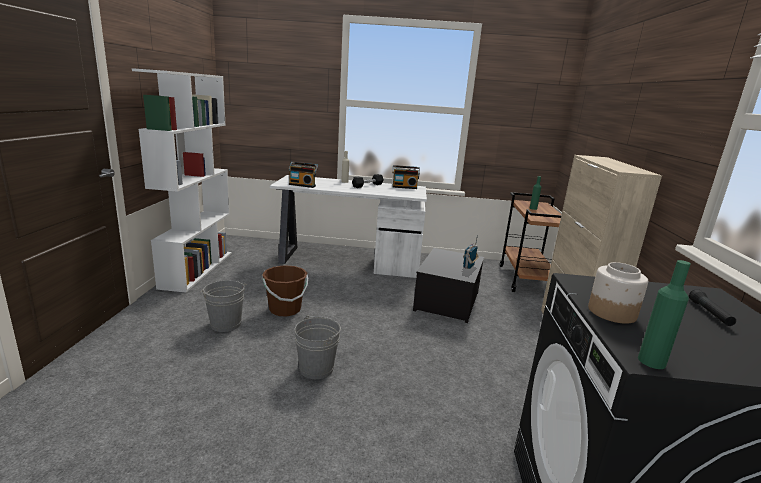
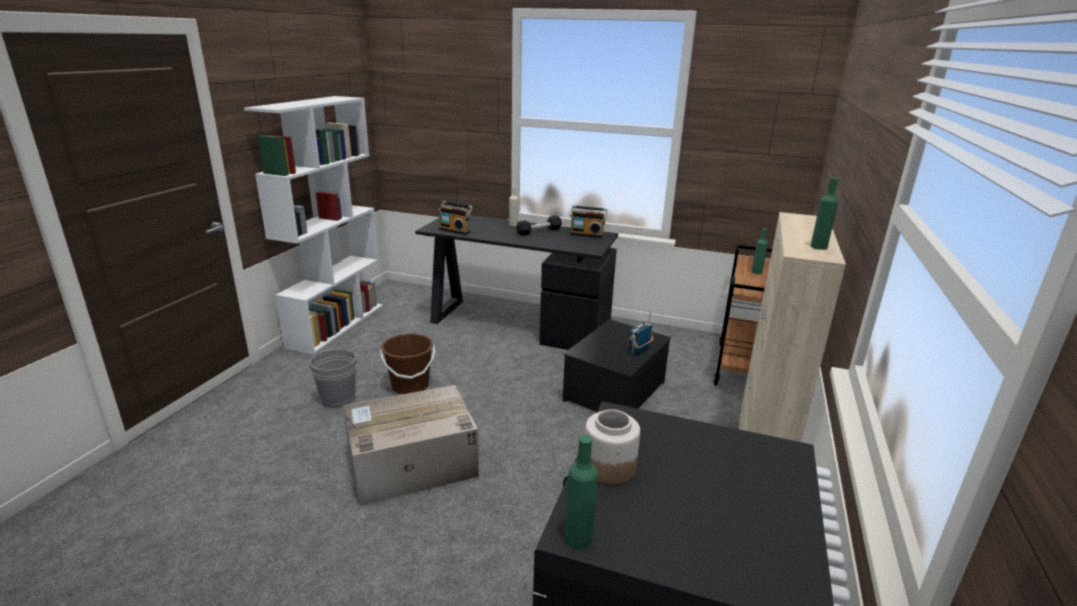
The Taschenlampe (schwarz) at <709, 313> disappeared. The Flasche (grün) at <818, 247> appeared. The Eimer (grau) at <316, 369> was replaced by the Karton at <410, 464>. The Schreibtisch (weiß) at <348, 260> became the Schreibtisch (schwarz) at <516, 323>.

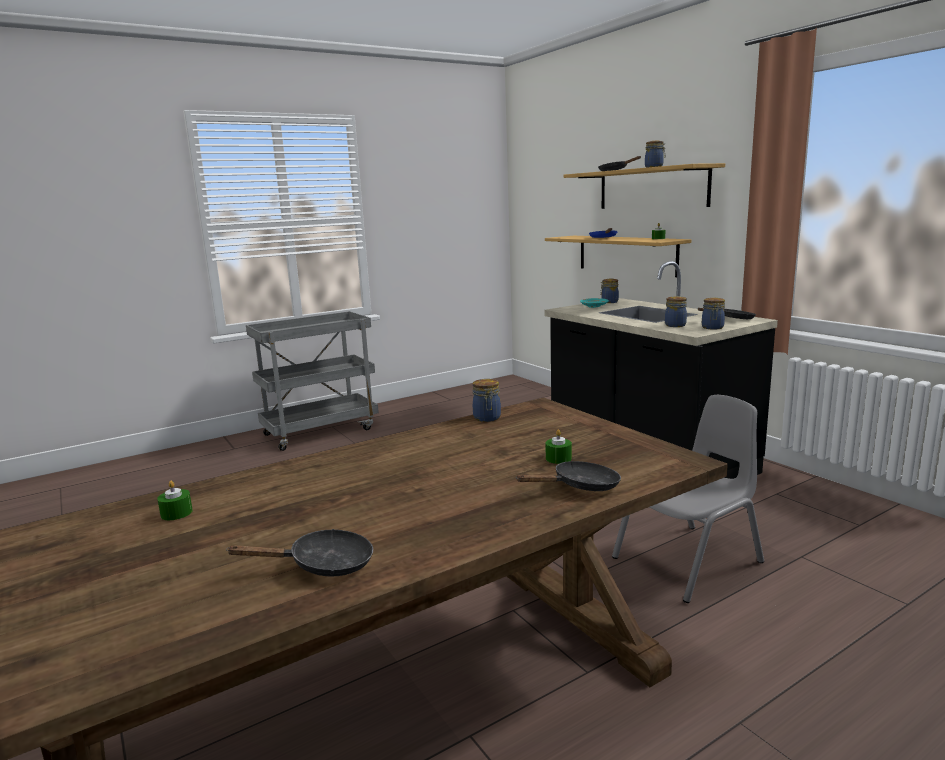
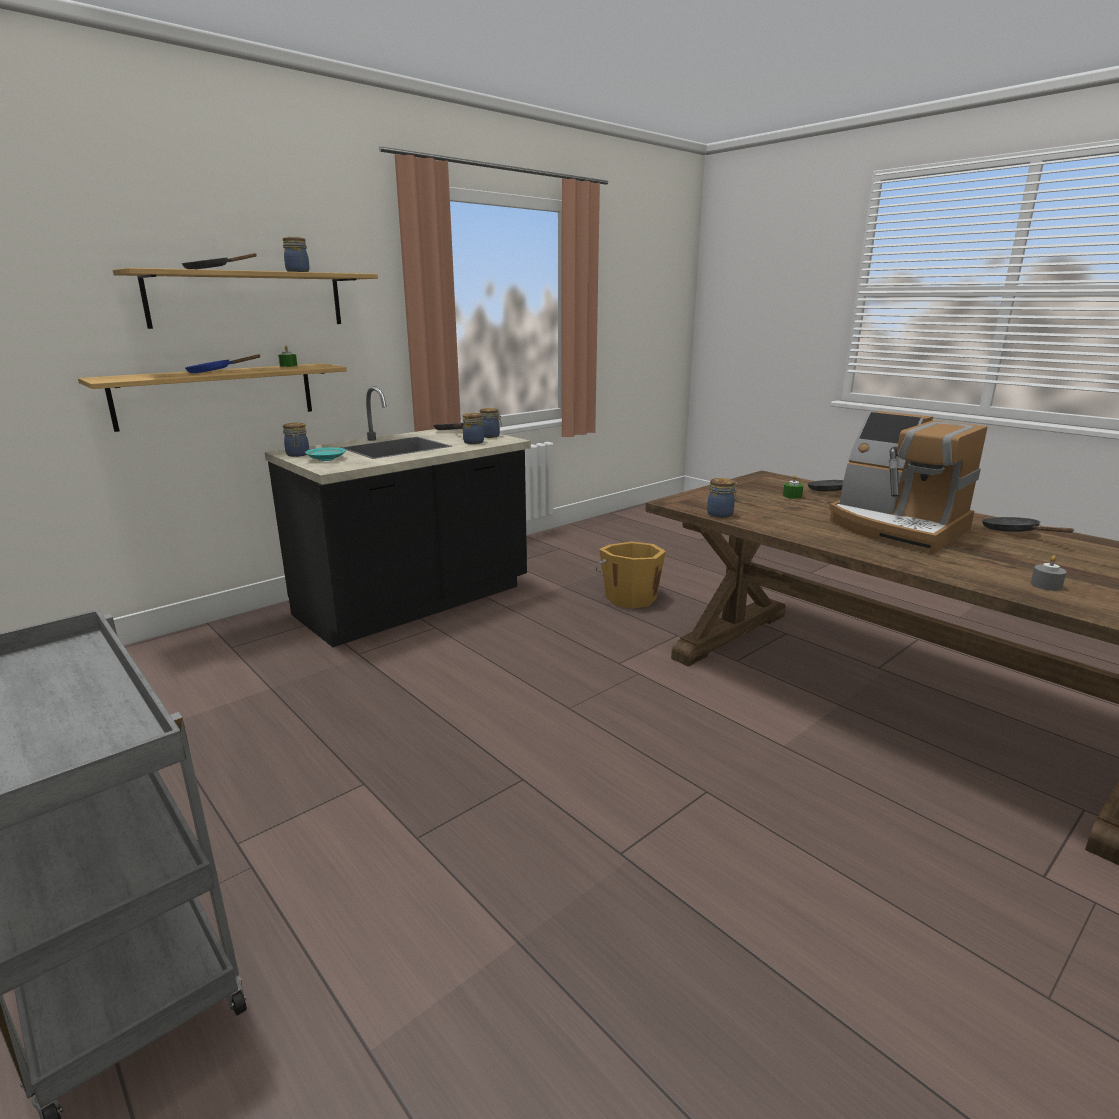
The Kaffeemaschine at <896, 528> appeared. The Stuhl (grau) at <689, 561> was replaced by the Eimer (orange) at <630, 598>. The Kerze (grün) at <176, 513> became the Kerze (grau) at <1046, 585>.

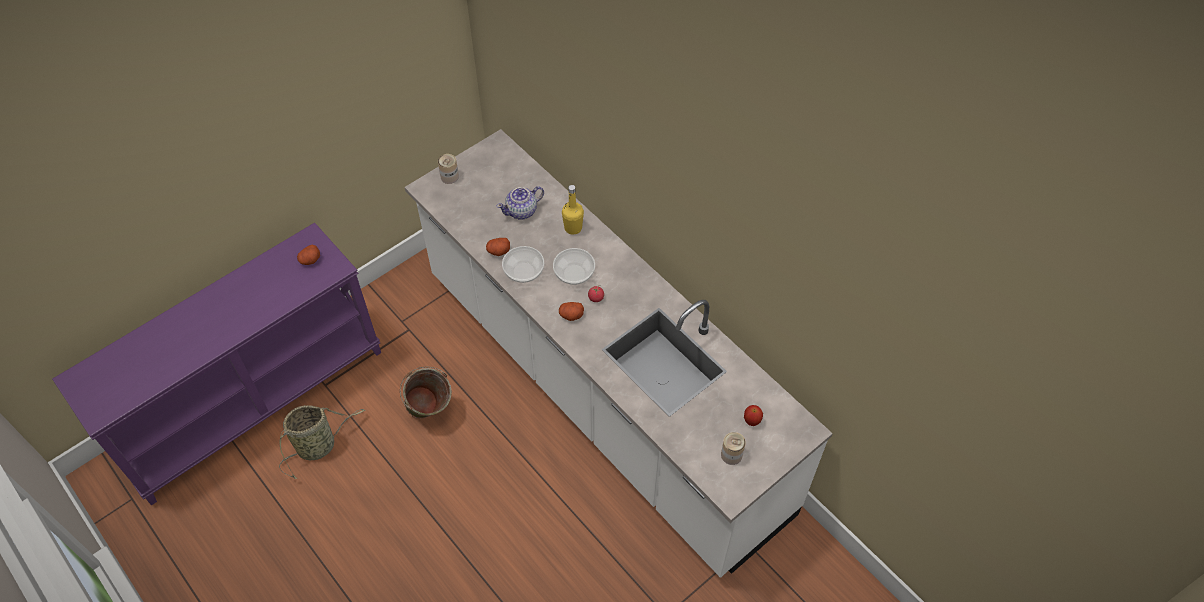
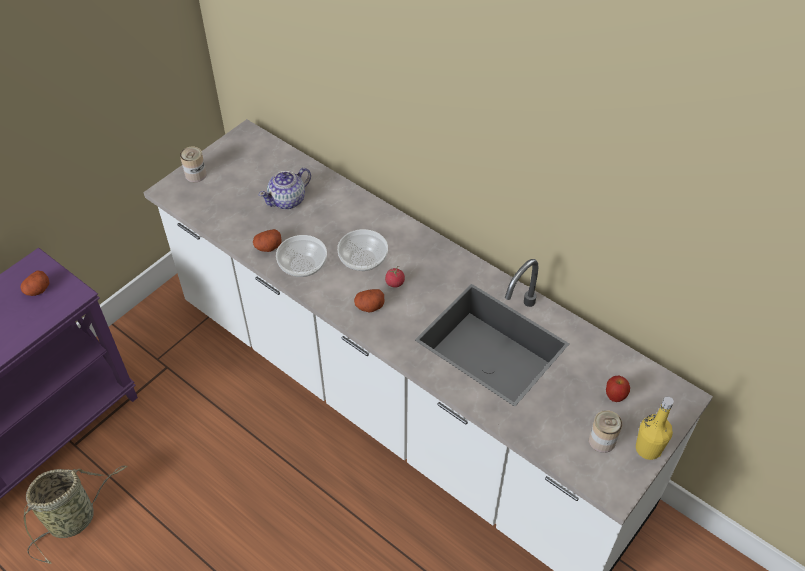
The Eimer (grün) at <430, 413> disappeared. The Flasche (gelb) moved from <573, 228> to <648, 449>.

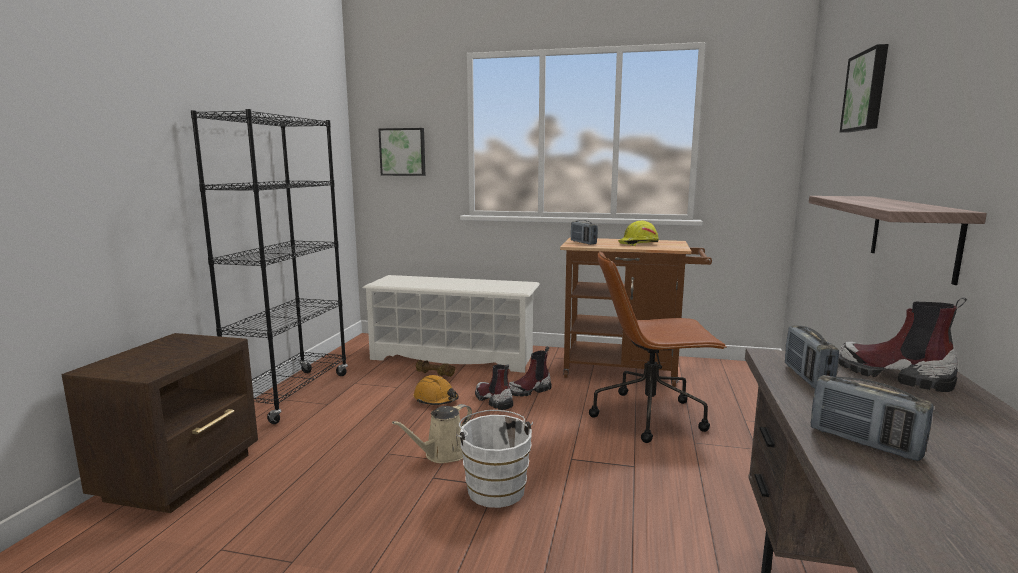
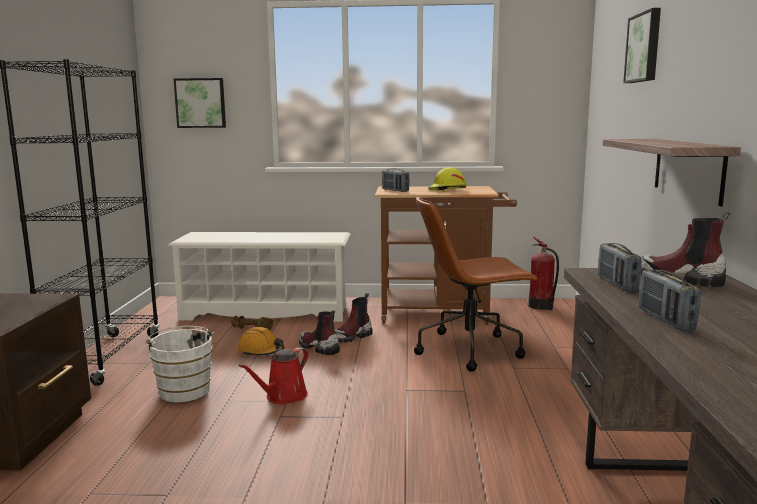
The Feuerlöscher at <541, 306> appeared. The Eimer (weiß) moved from <495, 488> to <184, 389>. The Gießkanne (beige) at <442, 454> became the Gießkanne (rot) at <283, 397>. The Radio at <864, 442> turned 45 degrees clockwise.

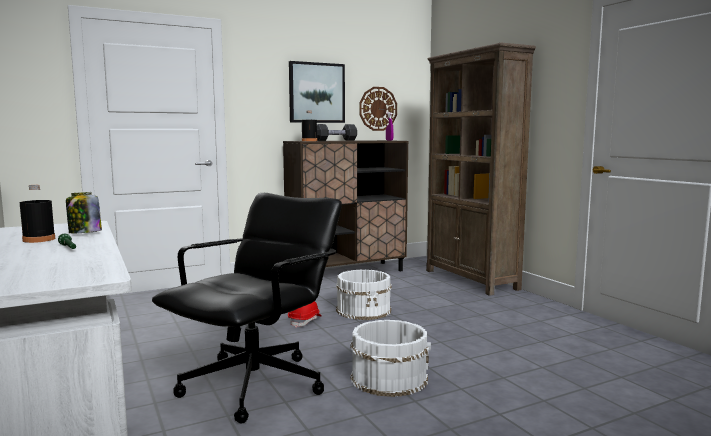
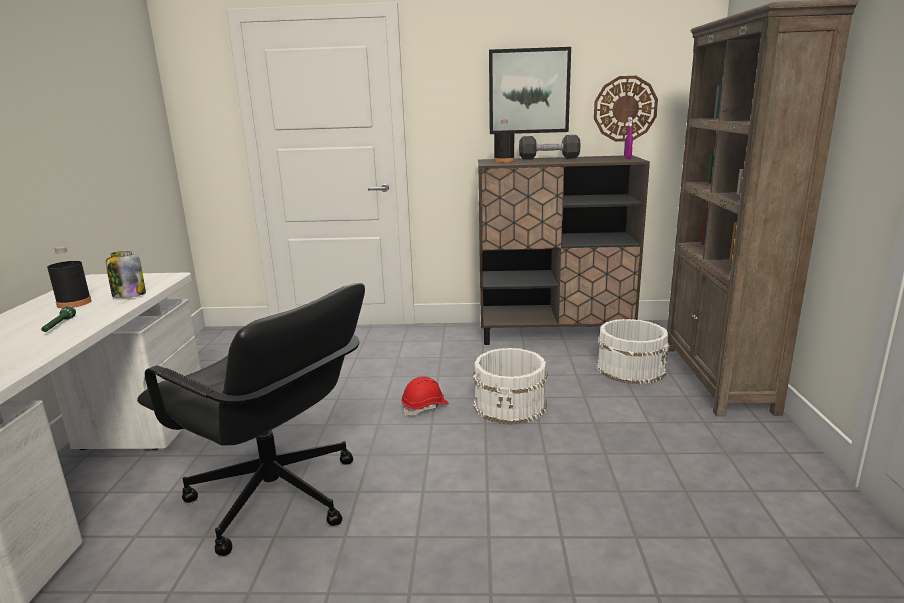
The Eimer (weiß) moved from <389, 378> to <631, 369>. The Bürostuhl (schwarz) at <256, 385> turned 60 degrees clockwise.

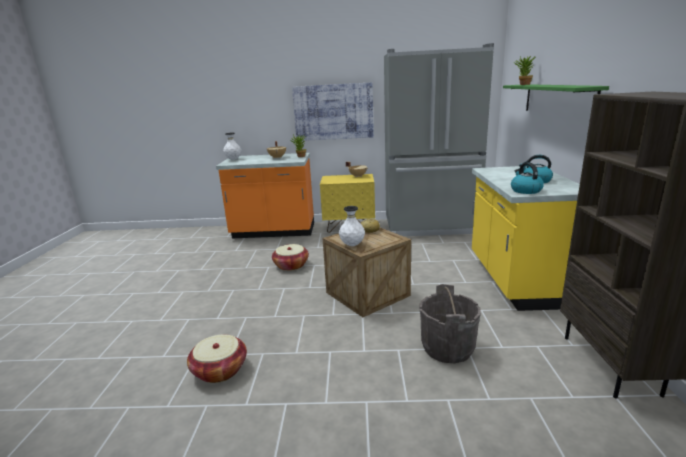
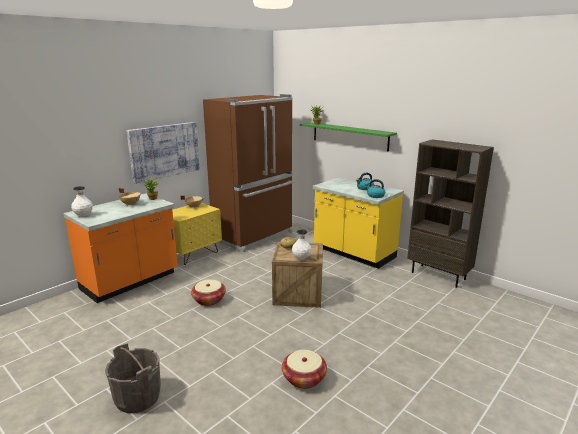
The Eimer (grau) moved from <448, 348> to <138, 397>. The Kühlschrank (grau) at <431, 227> became the Kühlschrank (braun) at <254, 236>.

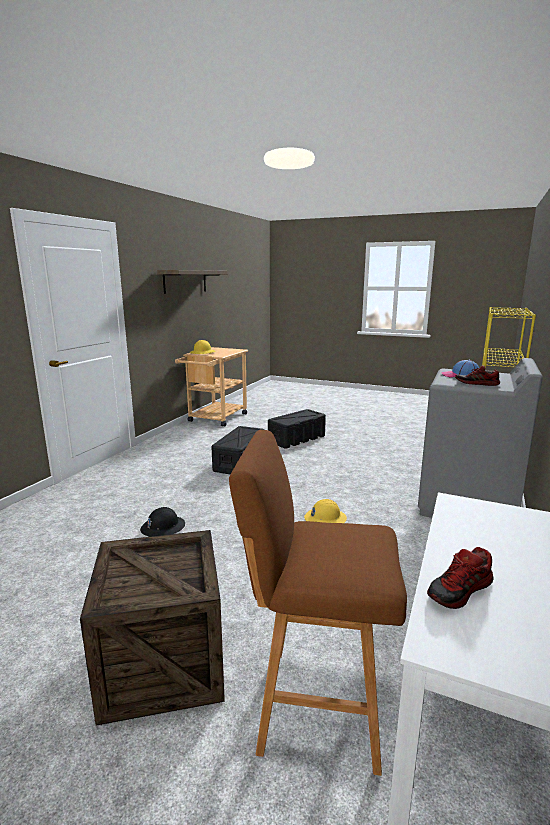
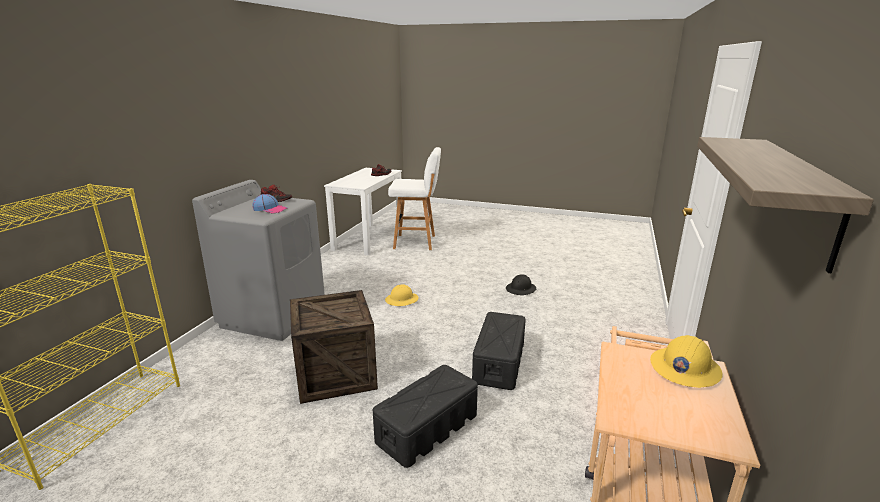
The Kiste moved from <163, 663> to <335, 374>. The Hocker (braun) at <315, 704> became the Hocker (weiß) at <416, 242>.

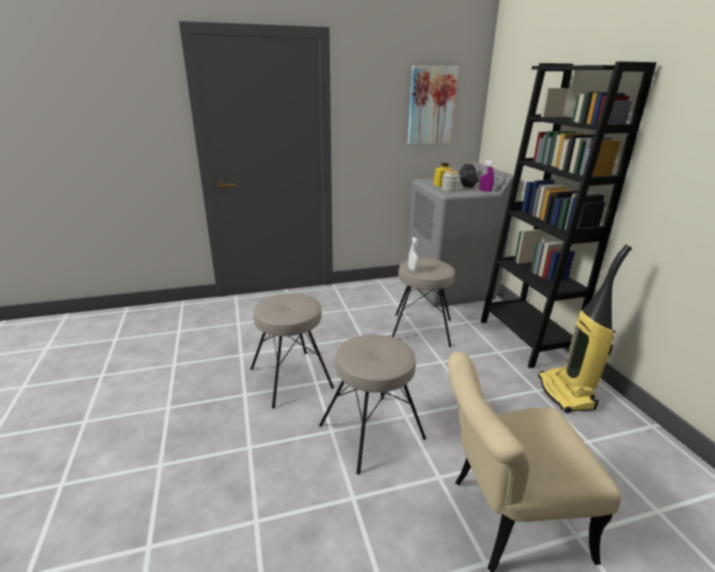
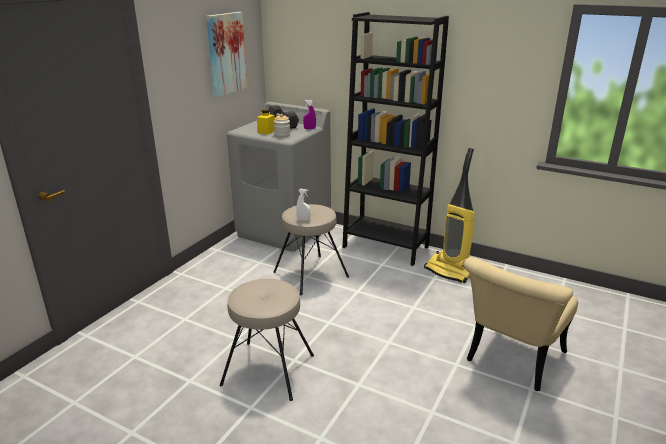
The Hocker (beige) at <372, 432> disappeared.

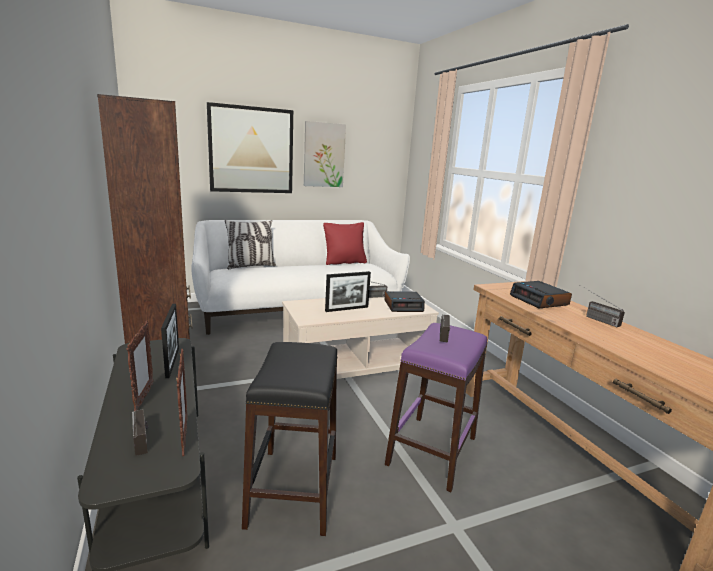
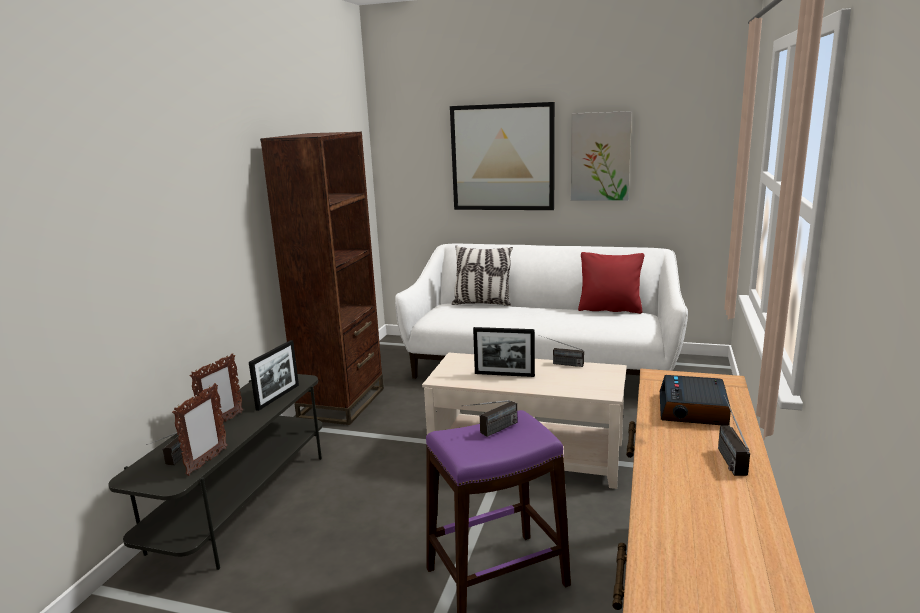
The Hocker (schwarz) at <293, 489> disappeared. The Wecker at <403, 306> disappeared.

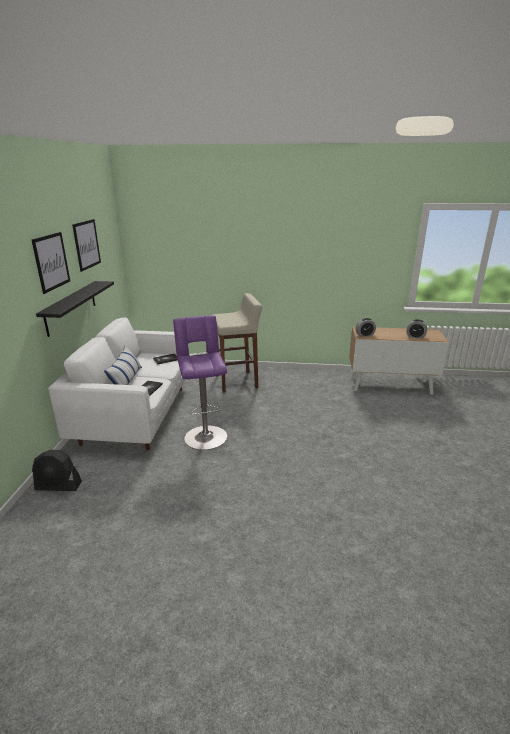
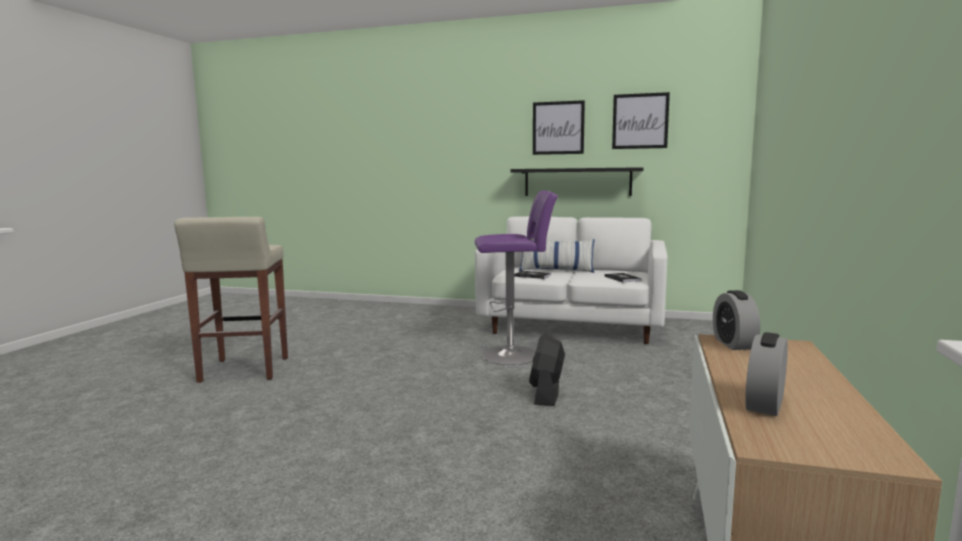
The Ventilator (schwarz) moved from <58, 486> to <546, 394>. The Hocker (beige) moved from <237, 382> to <244, 370>.

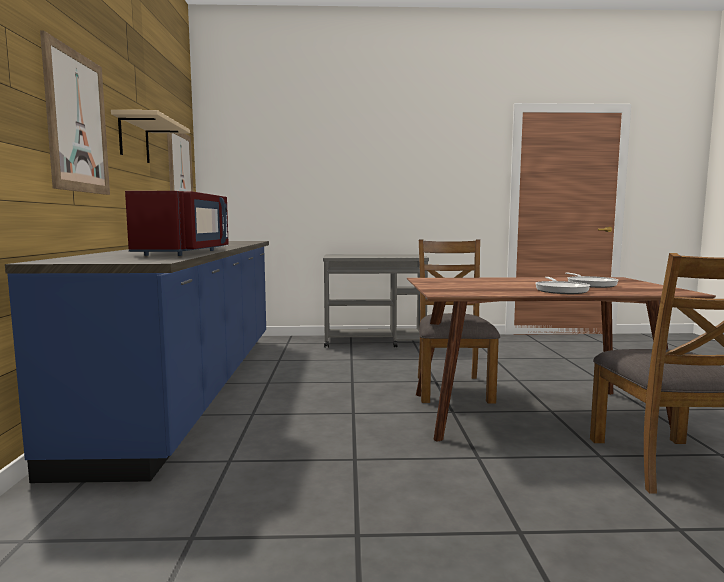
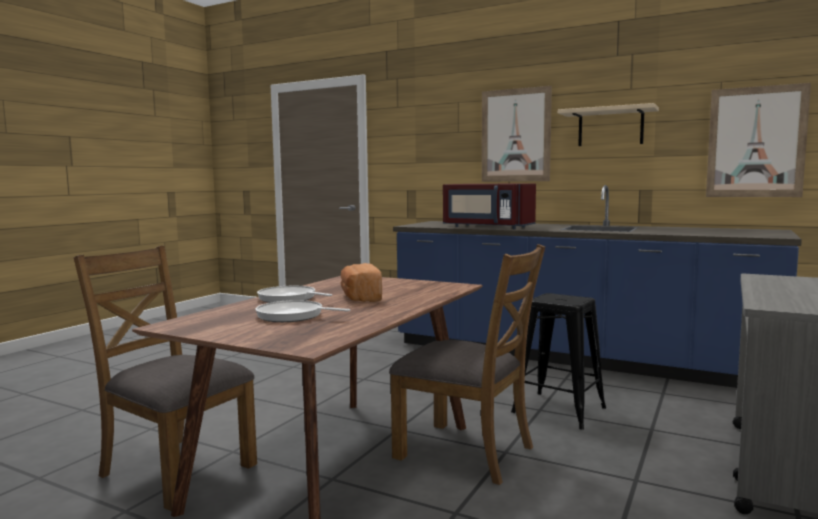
The Brot at <360, 297> appeared. The Hocker (schwarz) at <559, 410> appeared.

